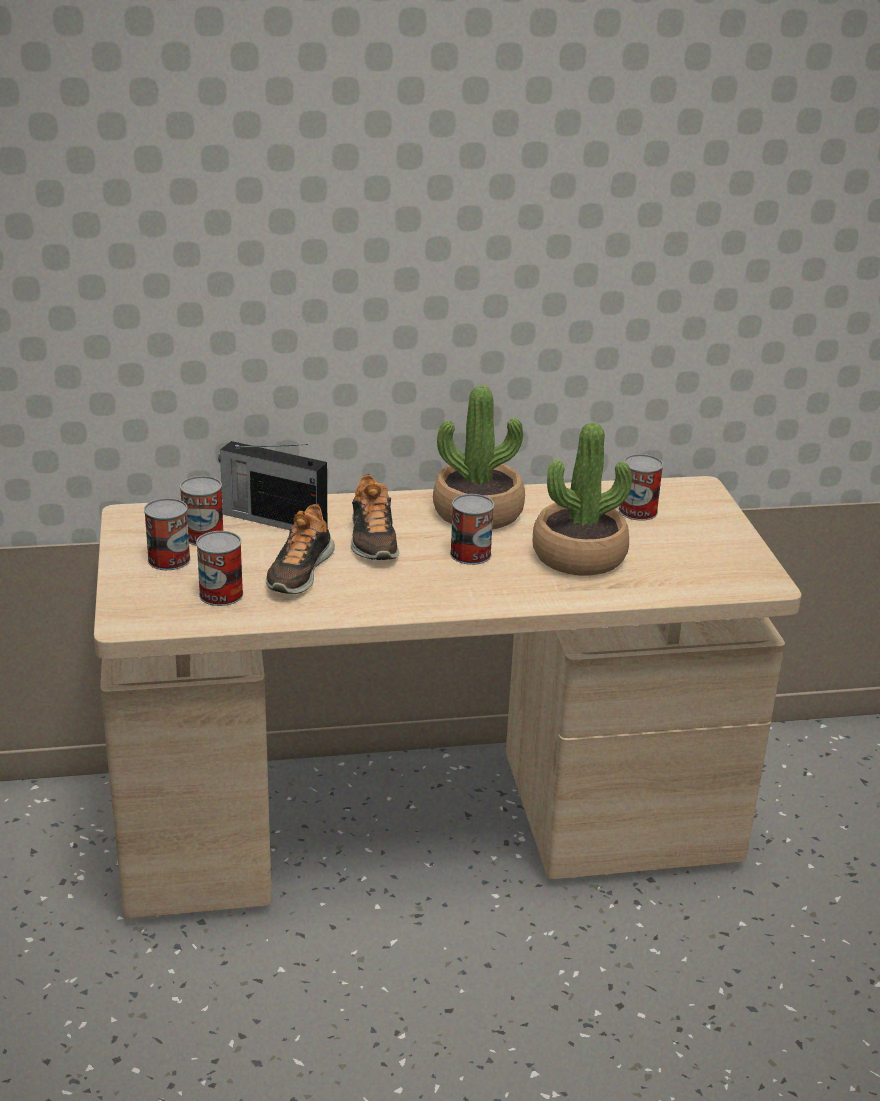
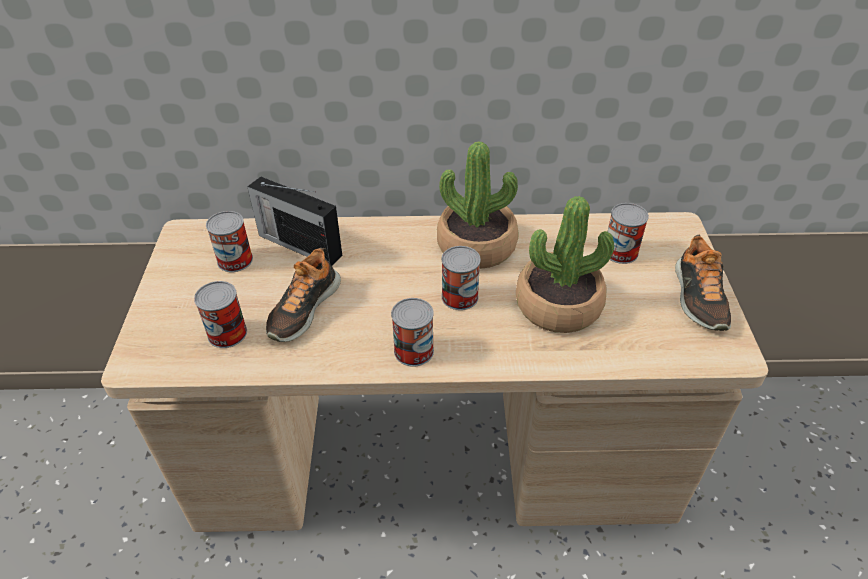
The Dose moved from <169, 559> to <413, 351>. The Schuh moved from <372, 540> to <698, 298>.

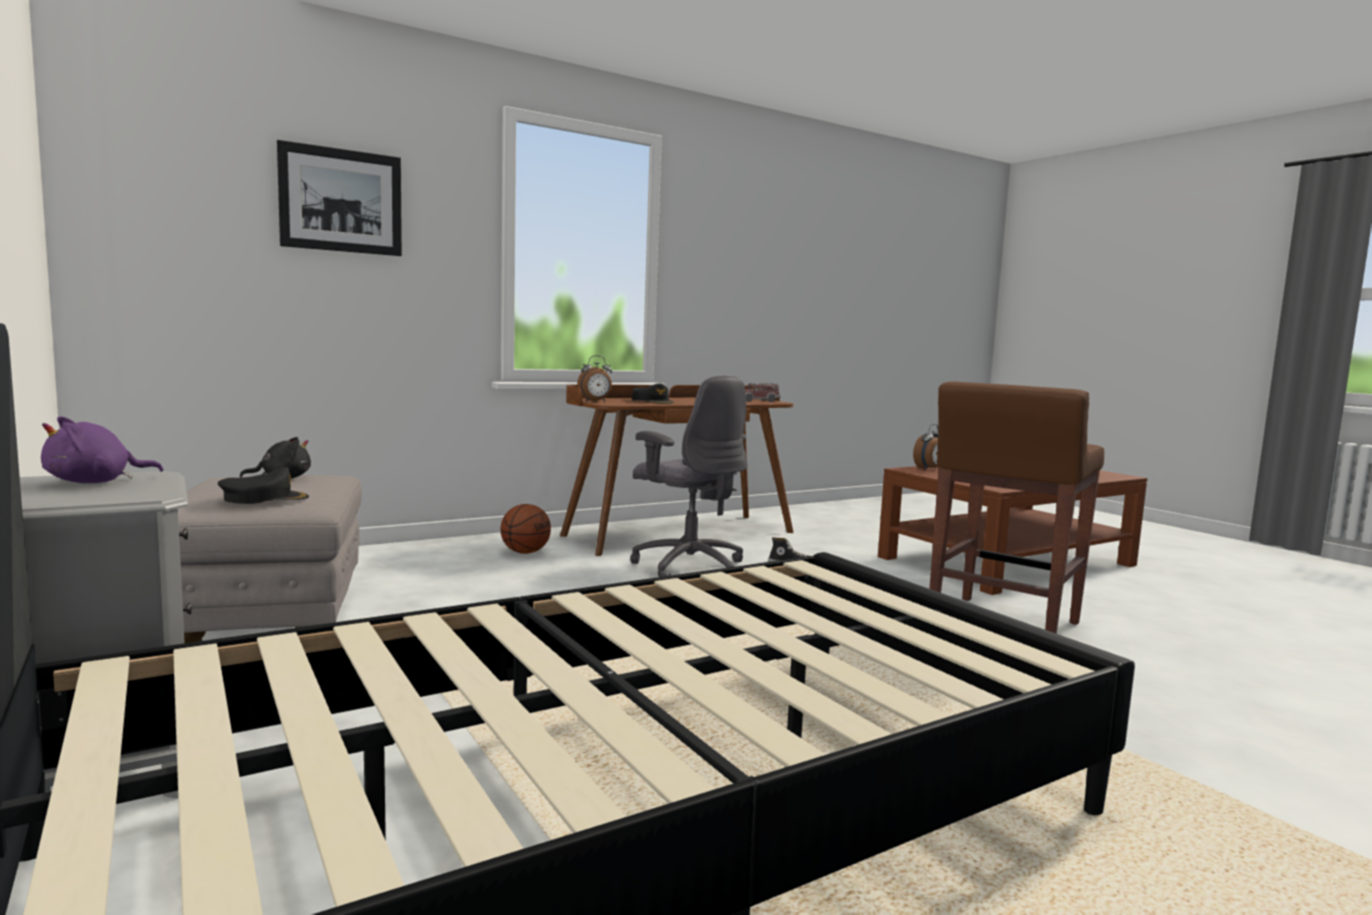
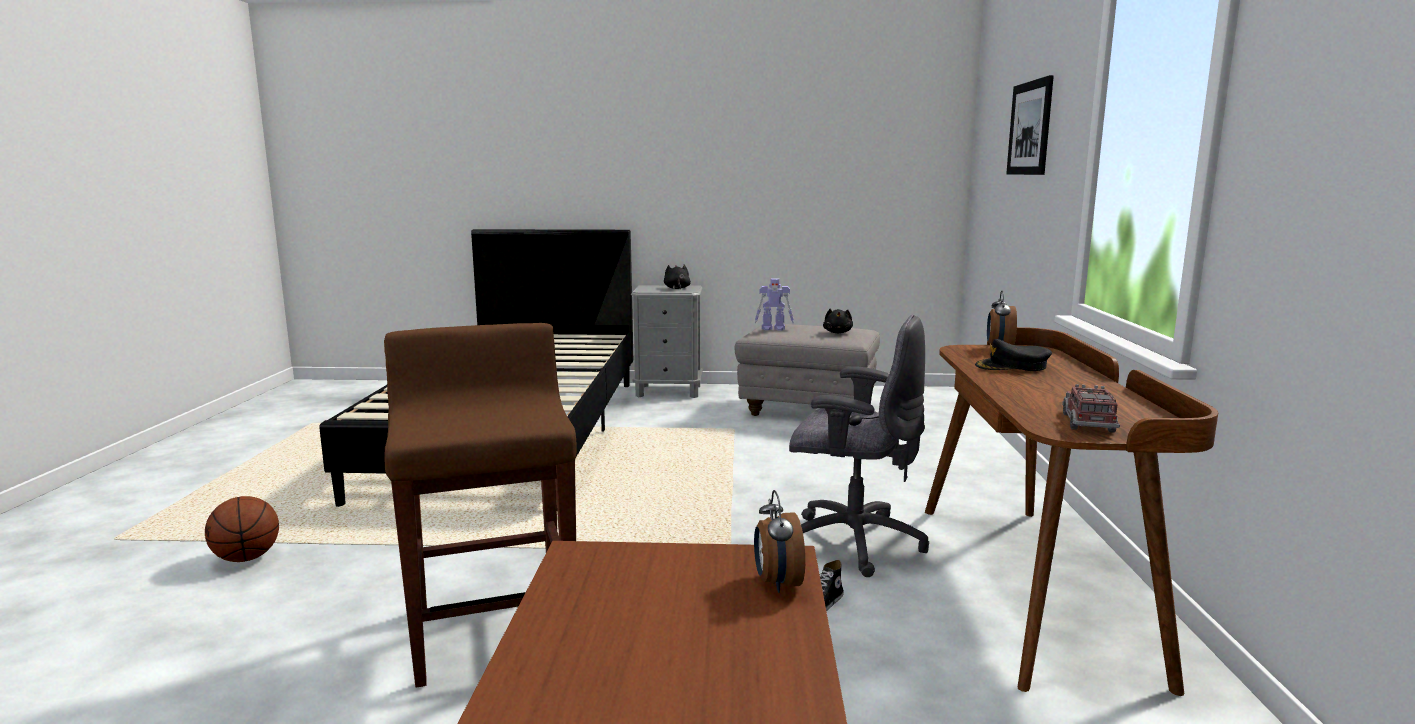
The Basketball moved from <525, 552> to <247, 558>. The Kappe (schwarz) at <264, 498> was replaced by the Spielzeugroboter at <774, 329>. The Plüschtier (lila) at <95, 482> became the Plüschtier (schwarz) at <677, 288>. The Bürostuhl (grau) at <689, 566> turned 150 degrees counterclockwise.

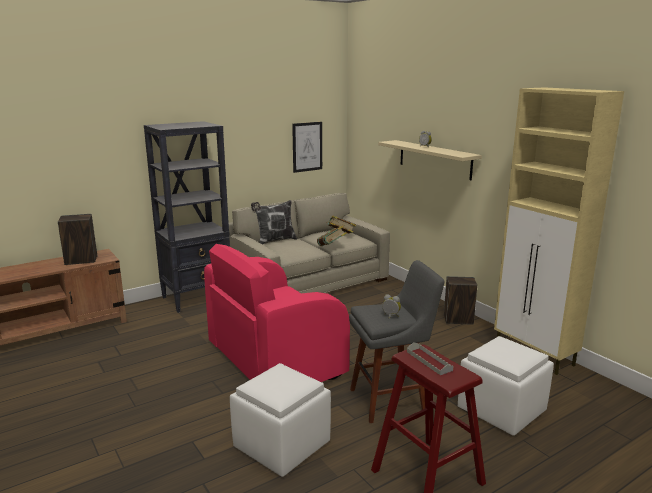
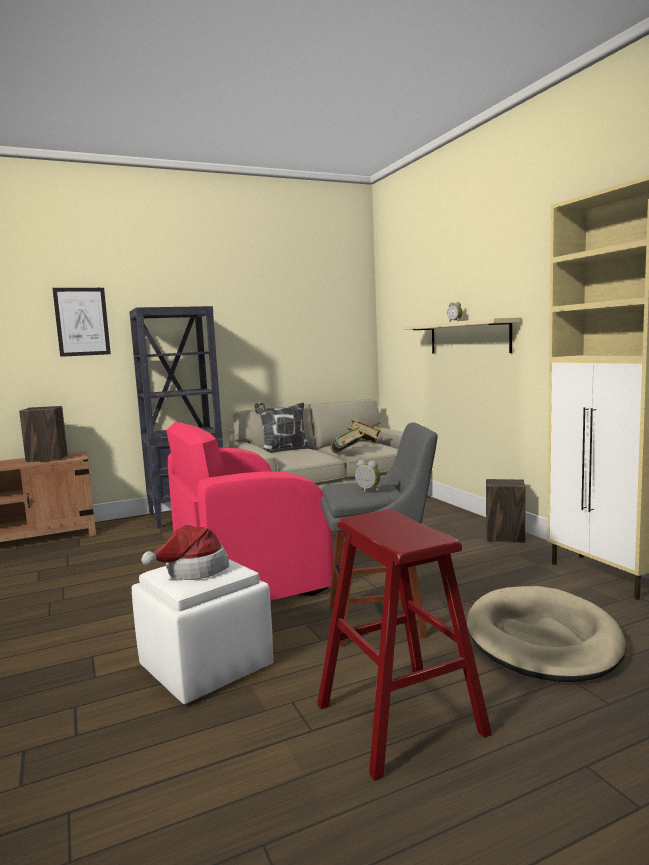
The Tablett (grau) at <429, 361> disappeared. The Hut at <193, 570> appeared. The Bild moved from <307, 147> to <82, 321>. The Polsterhocker (weiß) at <502, 410> was replaced by the Hundebett (beige) at <542, 639>.

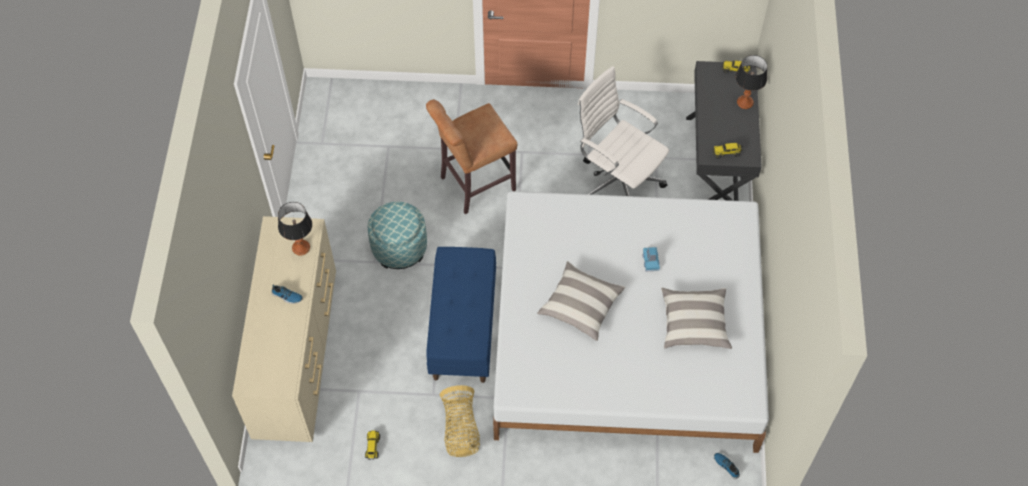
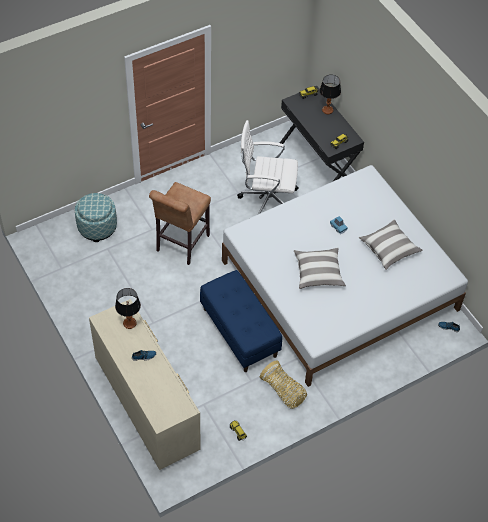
The Polsterhocker moved from <399, 247> to <97, 227>.

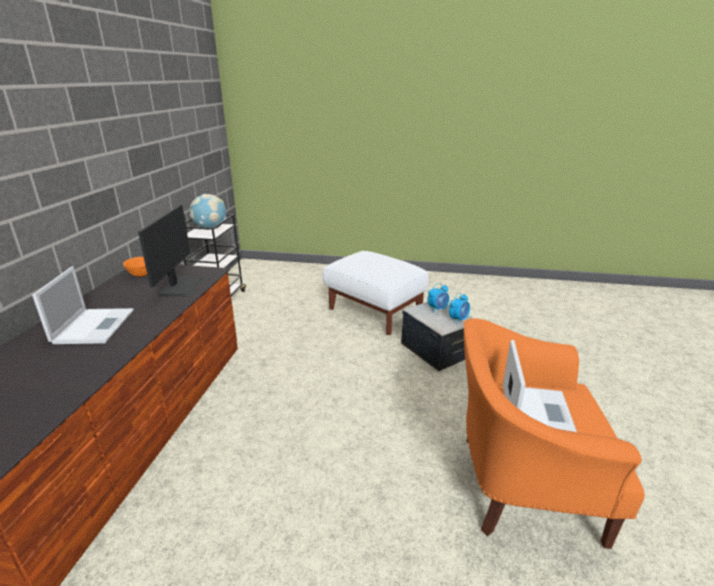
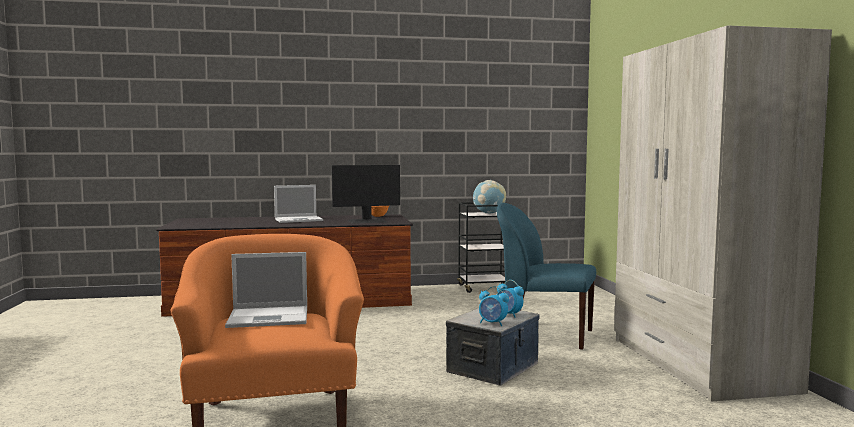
The Kleiderschrank (beige) at <698, 364> appeared. The Polsterhocker (weiß) at <374, 312> was replaced by the Stuhl (blau) at <544, 335>.

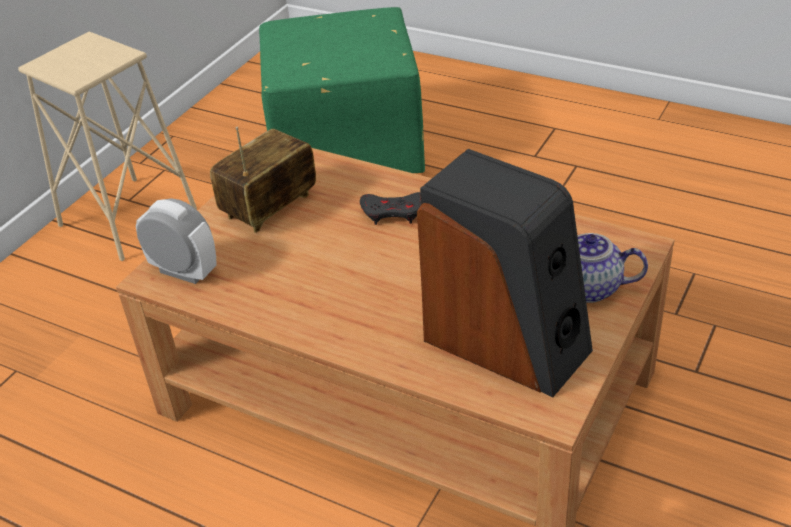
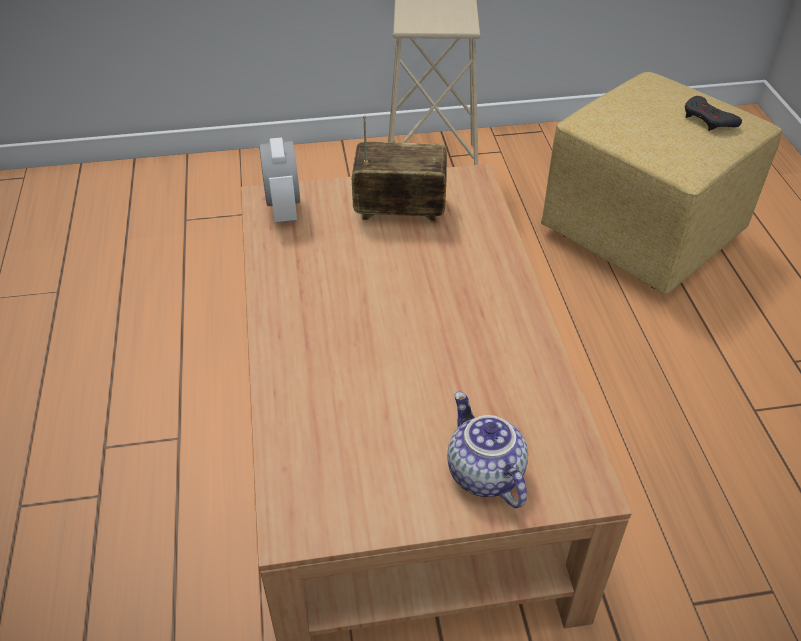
The Lautsprecher at <507, 342> disappeared. The Gamepad (grau) moved from <394, 212> to <708, 119>. The Polsterhocker (grün) at <346, 153> became the Polsterhocker (gelb) at <639, 234>.

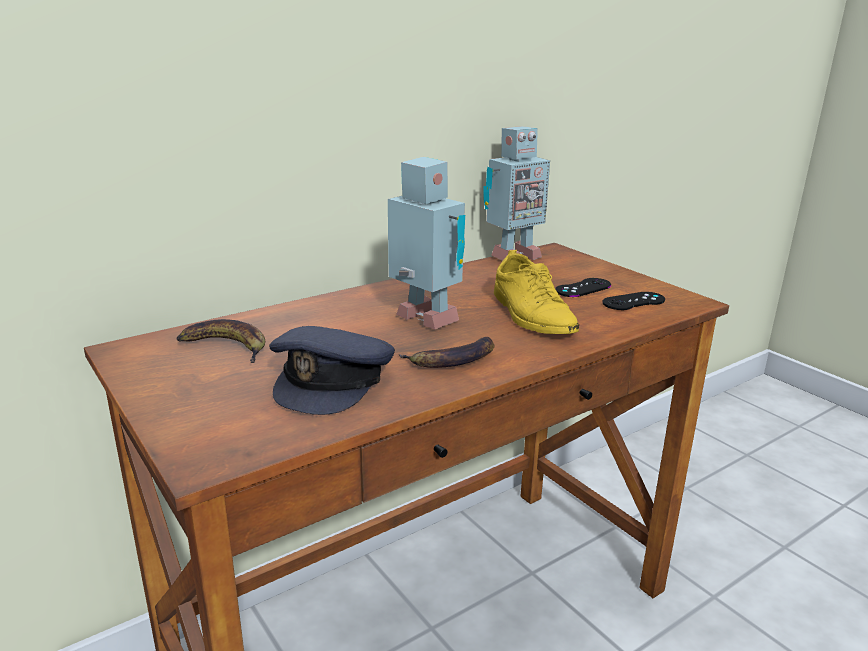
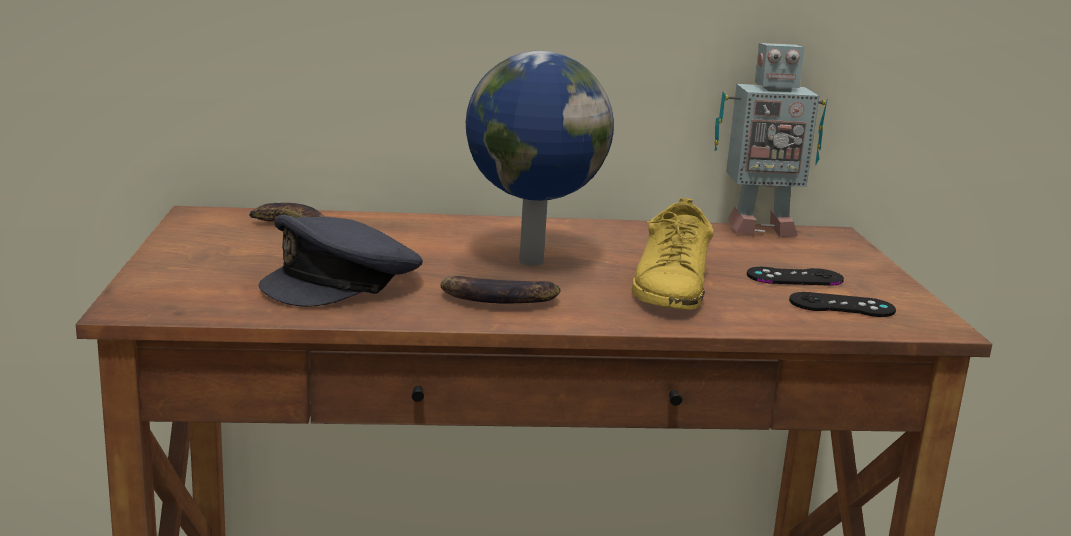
The Spielzeugroboter at <425, 321> was replaced by the Globus at <529, 261>.

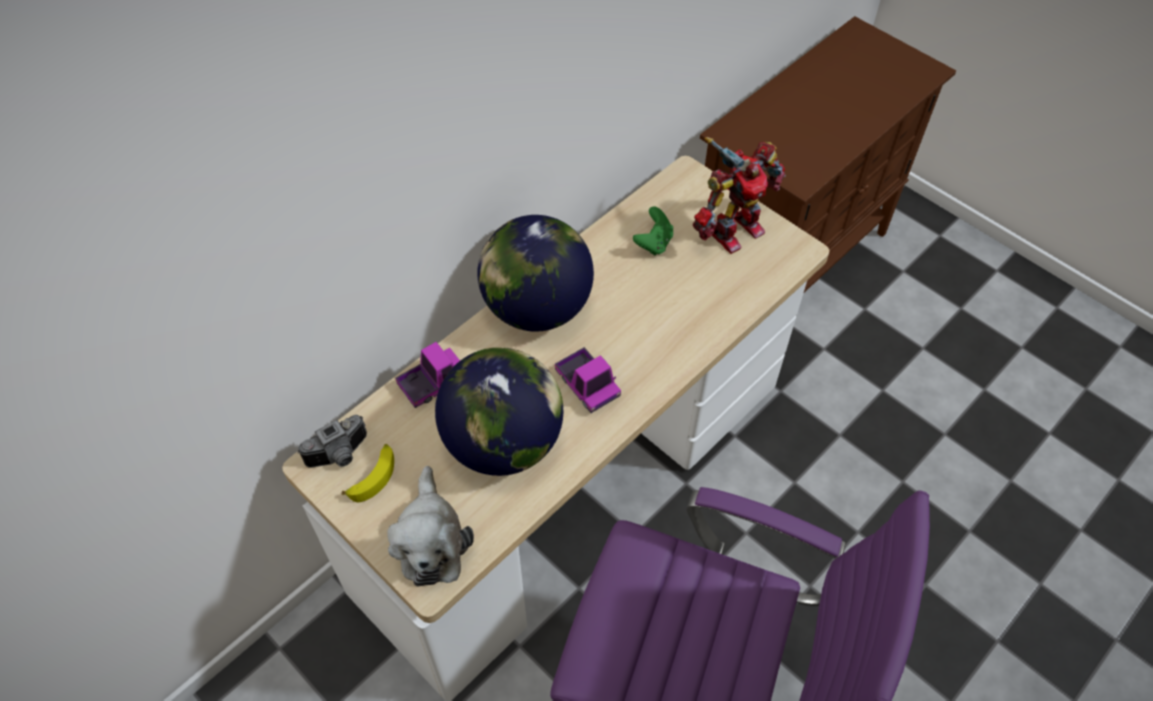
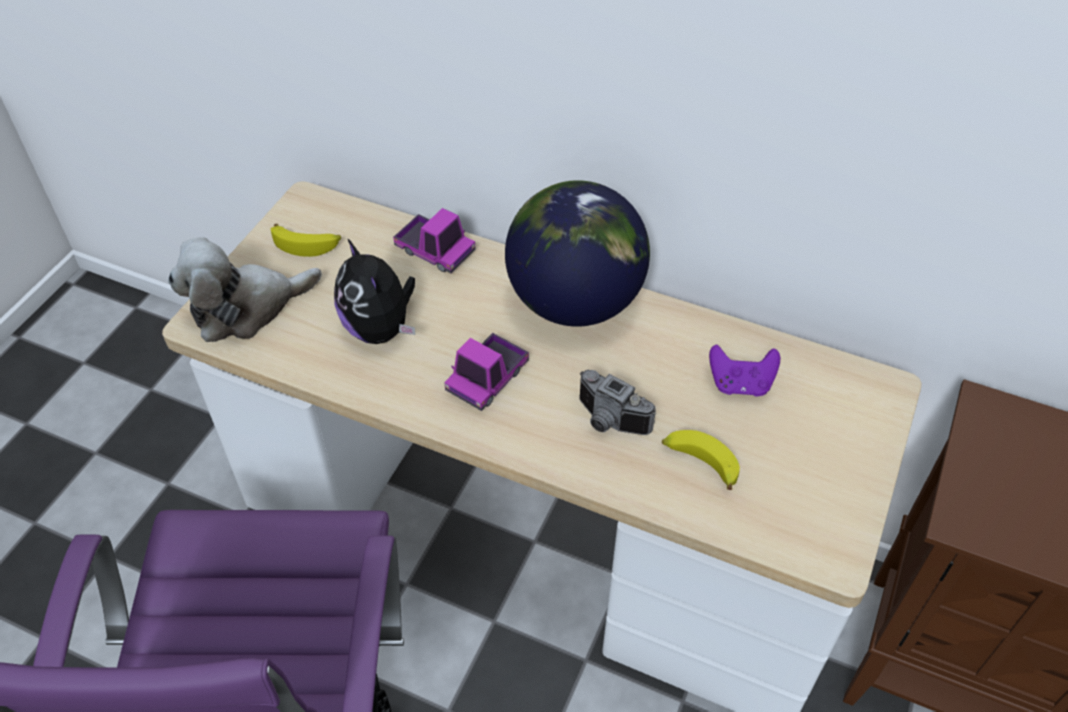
The Spielzeugroboter at <733, 230> disappeared. The Banane at <699, 463> appeared. The Kamera moved from <340, 456> to <608, 422>. The Globus at <503, 443> was replaced by the Plüschtier at <380, 328>. The Gamepad (grün) at <654, 243> became the Gamepad (lila) at <740, 384>.

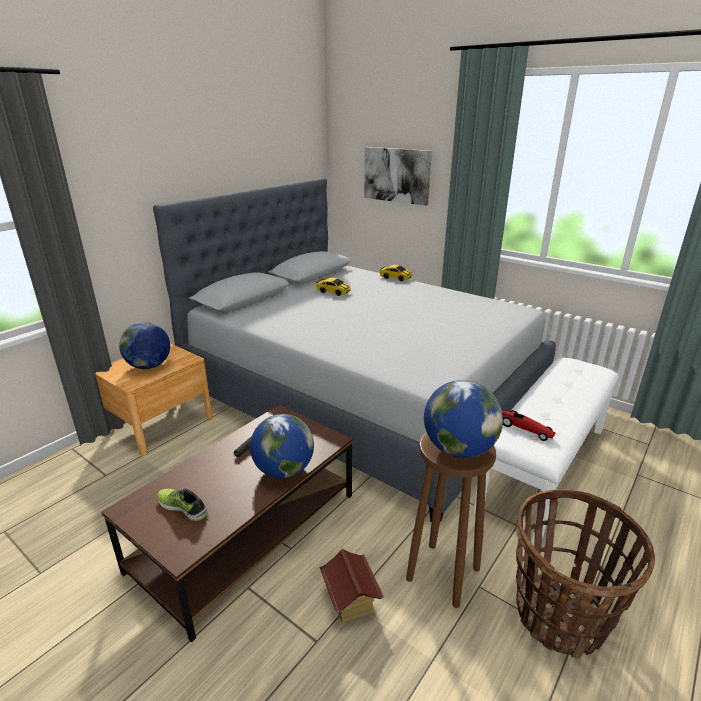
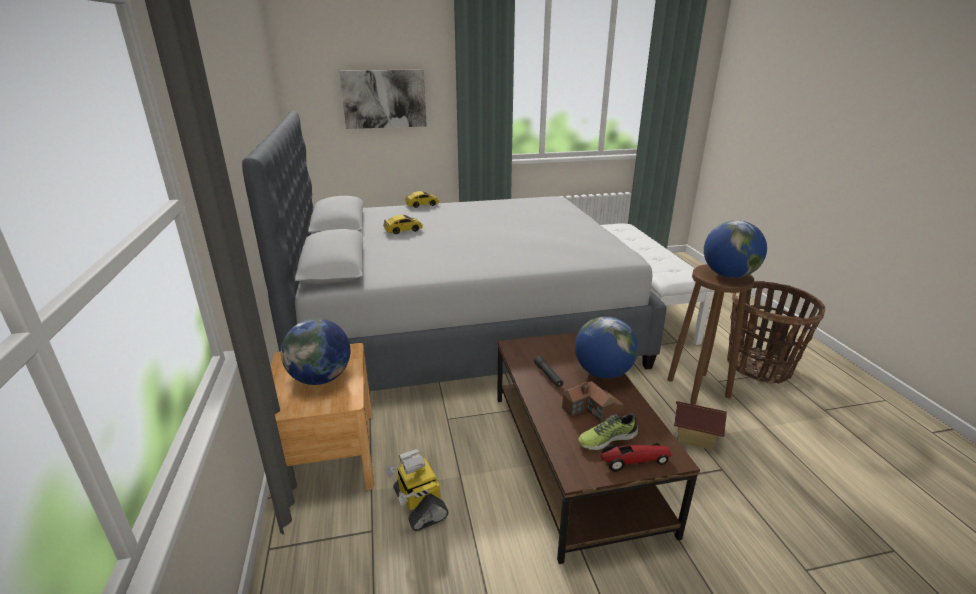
The Spielzeugroboter at <419, 504> appeared. The Spielzeughaus at <592, 409> appeared. The Spielzeugauto moved from <525, 430> to <634, 461>.

